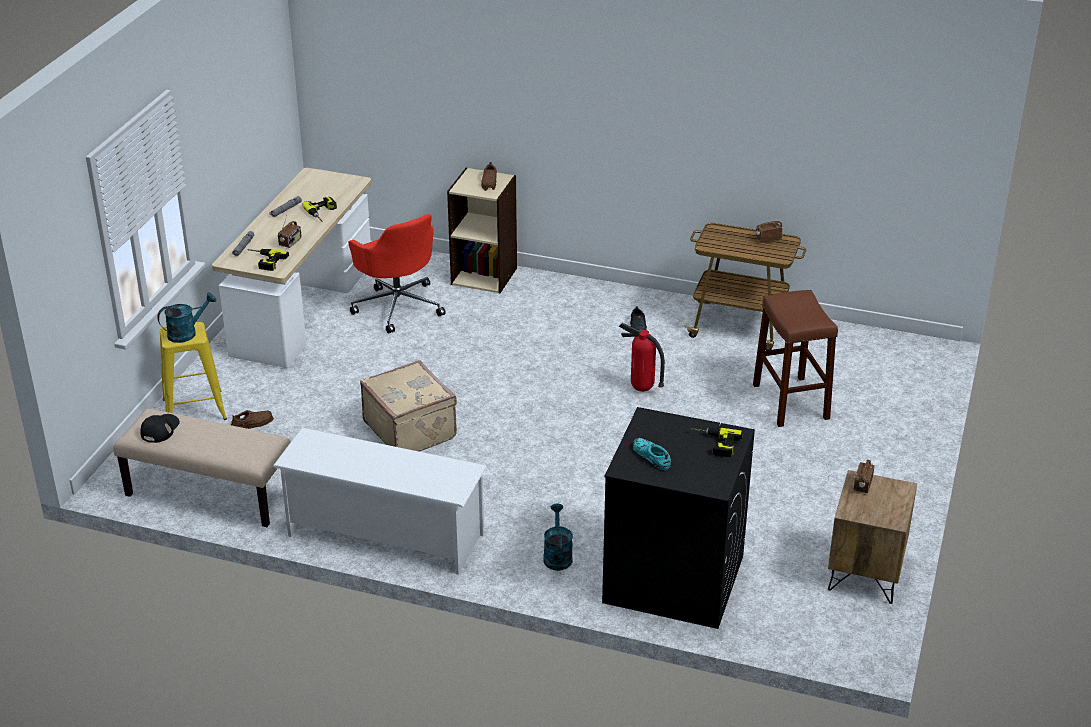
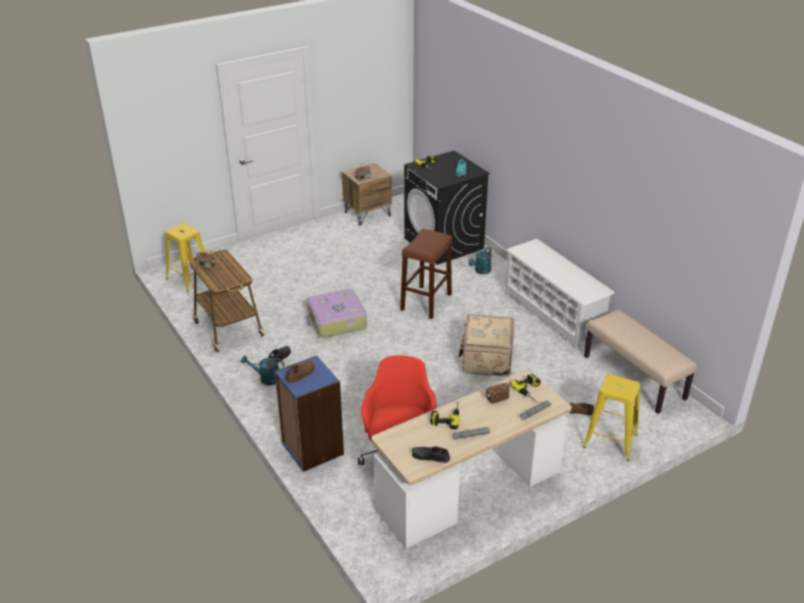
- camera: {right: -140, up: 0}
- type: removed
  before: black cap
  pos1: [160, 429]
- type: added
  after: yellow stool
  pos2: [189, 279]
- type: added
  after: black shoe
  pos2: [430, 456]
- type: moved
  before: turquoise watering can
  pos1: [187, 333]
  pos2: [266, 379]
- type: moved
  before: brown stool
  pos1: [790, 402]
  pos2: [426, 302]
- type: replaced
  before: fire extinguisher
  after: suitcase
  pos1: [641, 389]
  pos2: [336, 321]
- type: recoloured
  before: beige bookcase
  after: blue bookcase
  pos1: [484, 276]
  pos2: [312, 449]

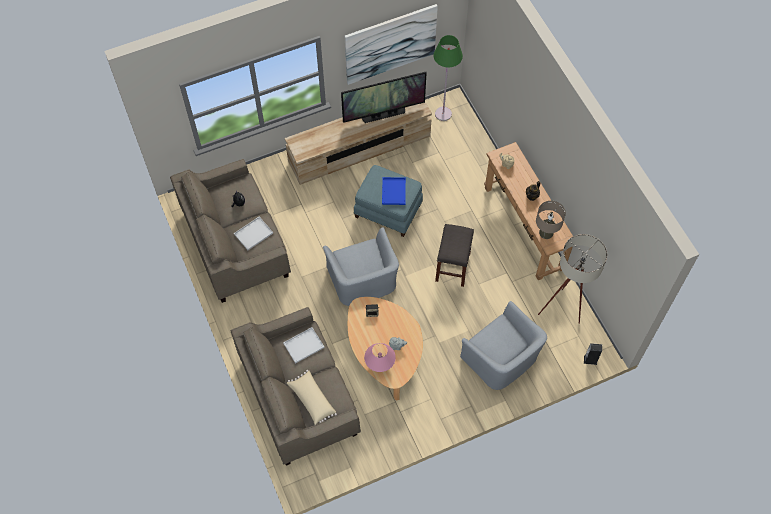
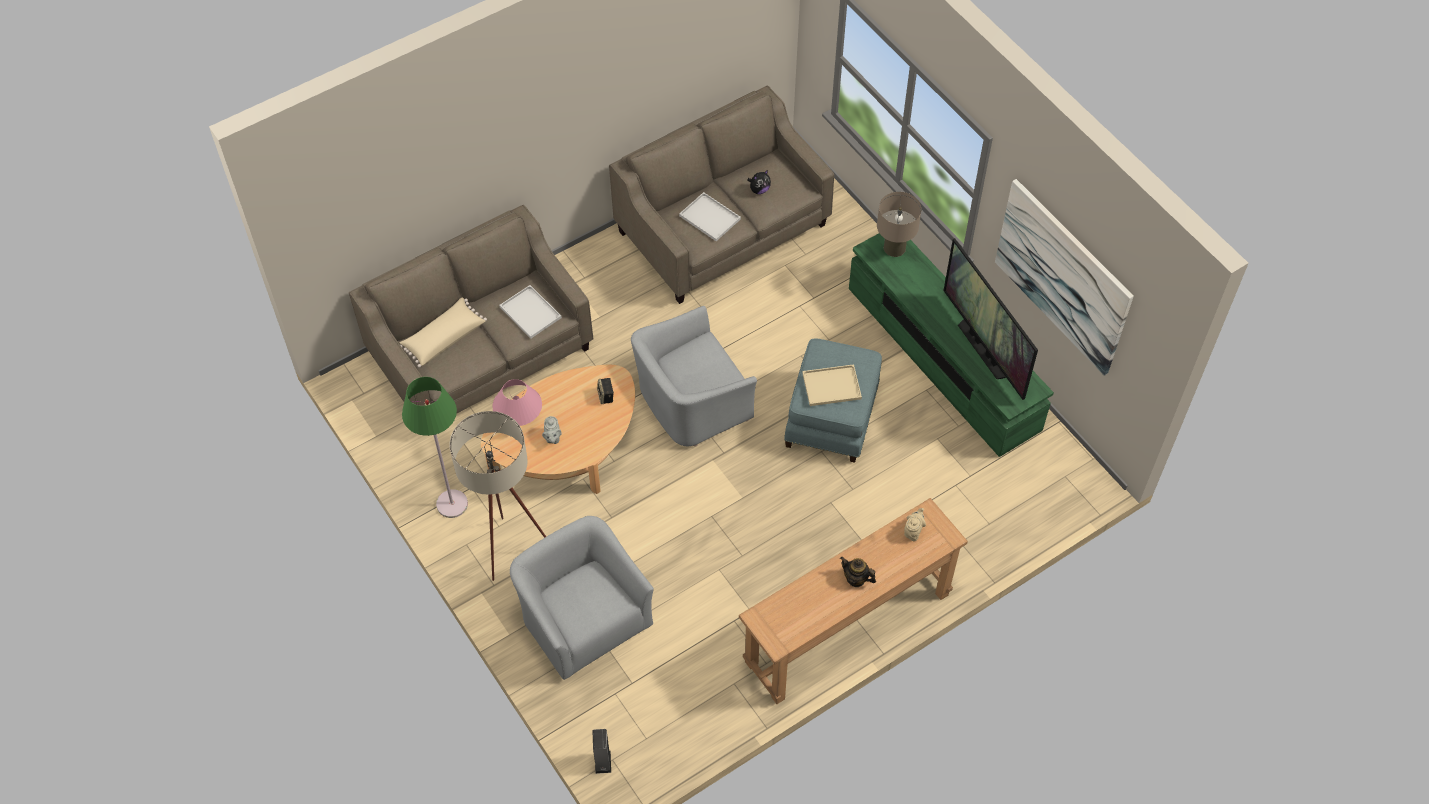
- camera: {right: 80, up: -5}
- type: removed
  before: grey stool
  pos1: [453, 268]
- type: moved
  before: green floor lamp
  pos1: [443, 114]
  pos2: [452, 504]
- type: moved
  before: beige table lamp
  pos1: [546, 232]
  pos2: [894, 248]
- type: moved
  before: beige floor lamp
  pos1: [563, 312]
  pos2: [511, 555]
- type: recoloured
  before: beige tv stand
  after: green tv stand
  pos1: [359, 149]
  pos2: [942, 358]
- type: recoloured
  before: blue tray
  after: beige tray
  pos1: [394, 192]
  pos2: [830, 386]
- type: turned
  before: grey armchair
  pos1: [501, 359]
  pos2: [583, 619]
  turn: 105

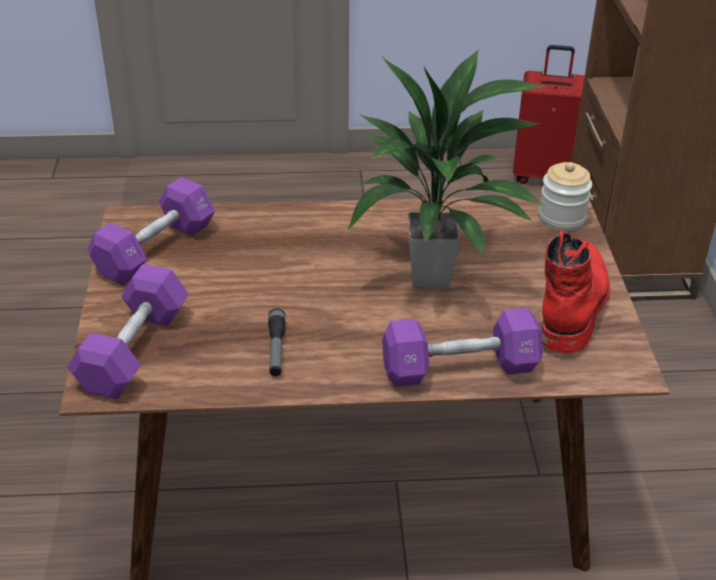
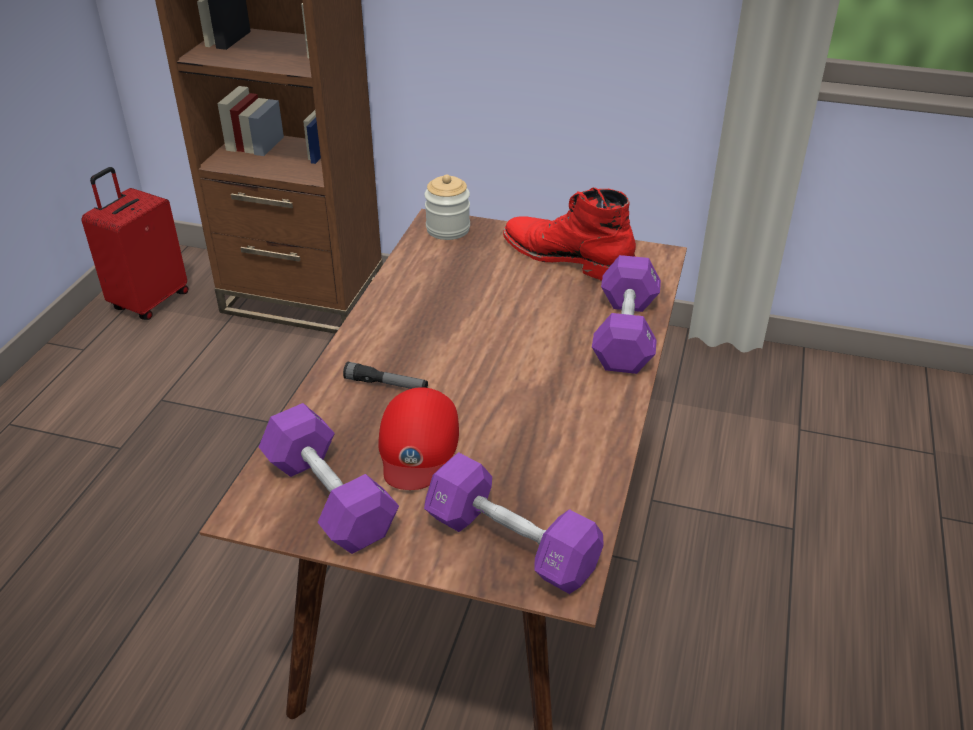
- camera: {right: -70, up: 0}
- type: removed
  before: potted plant
  pos1: [432, 278]
- type: added
  after: red cap
  pos2: [417, 445]
- type: moved
  before: flashlight
  pos1: [276, 349]
  pos2: [386, 384]

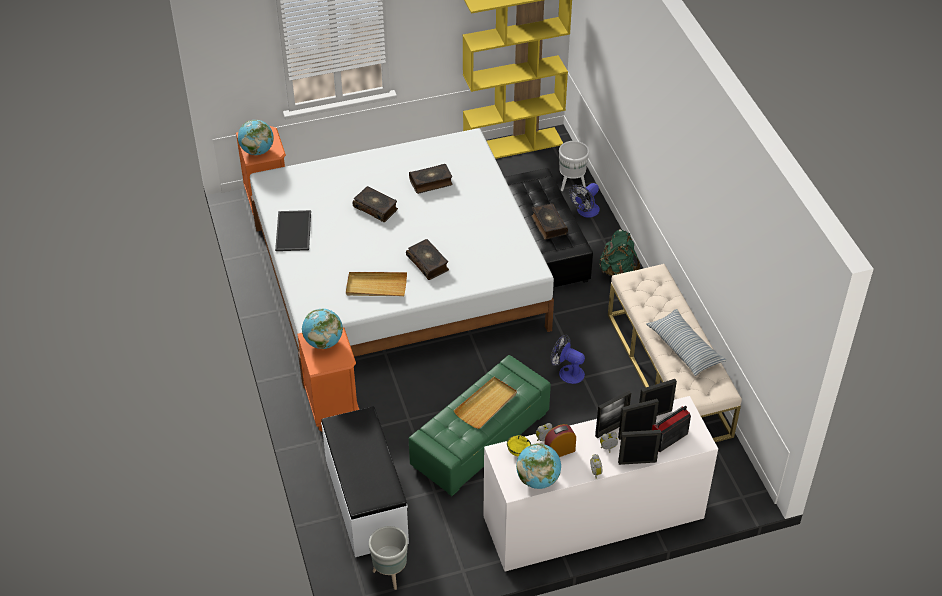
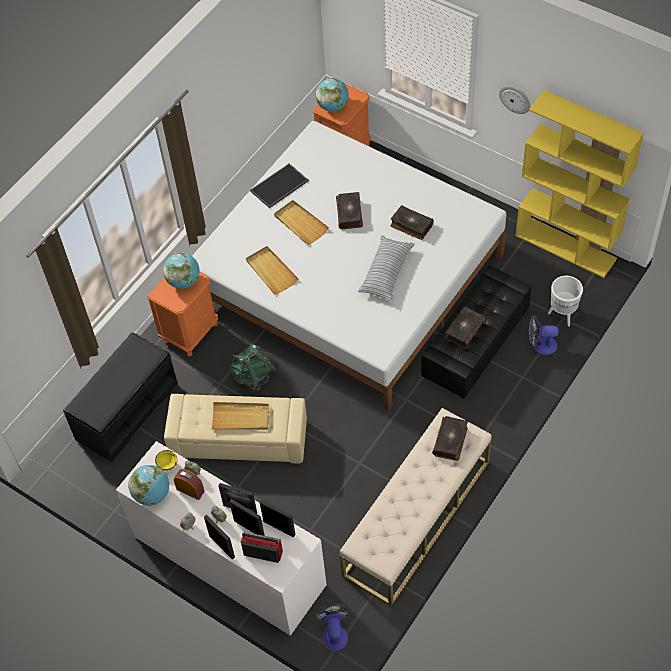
- camera: {right: 55, up: 10}
- type: removed
  before: grey planter
  pos1: [390, 575]
- type: added
  after: beige tray
  pos2: [300, 223]
- type: added
  after: wall clock
  pos2: [515, 99]
- type: moved
  before: book
  pos1: [428, 263]
  pos2: [450, 441]
- type: moved
  before: fan
  pos1: [567, 372]
  pos2: [334, 633]
- type: moved
  before: green backpack
  pos1: [618, 271]
  pos2: [253, 377]
- type: moved
  before: pillow
  pos1: [684, 348]
  pos2: [386, 272]
- type: recoloured
  before: white bench
  after: black bench
  pos1: [365, 501]
  pos2: [126, 411]
- type: recoloured
  before: green ottoman
  after: beige ottoman
  pos1: [480, 440]
  pos2: [239, 440]

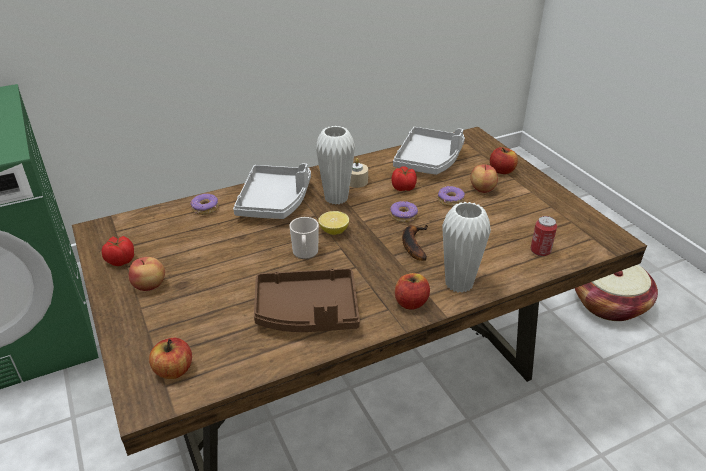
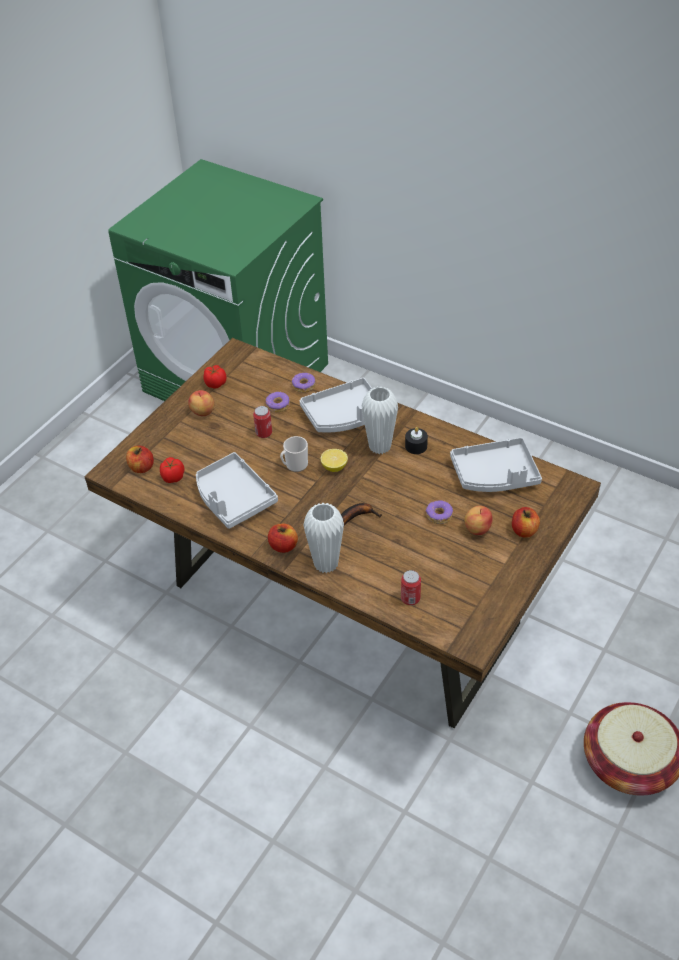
- camera: {right: 60, up: 10}
- type: added
  after: can
  pos2: [264, 433]
- type: moved
  before: donut
  pos1: [403, 216]
  pos2: [278, 405]
- type: moved
  before: tomato
  pos1: [404, 188]
  pos2: [172, 477]
- type: recoloured
  before: brown tray
  after: grey tray
  pos1: [307, 312]
  pos2: [233, 498]
- type: recoloured
  before: beige candle
  after: black candle
  pos1: [356, 181]
  pos2: [416, 446]

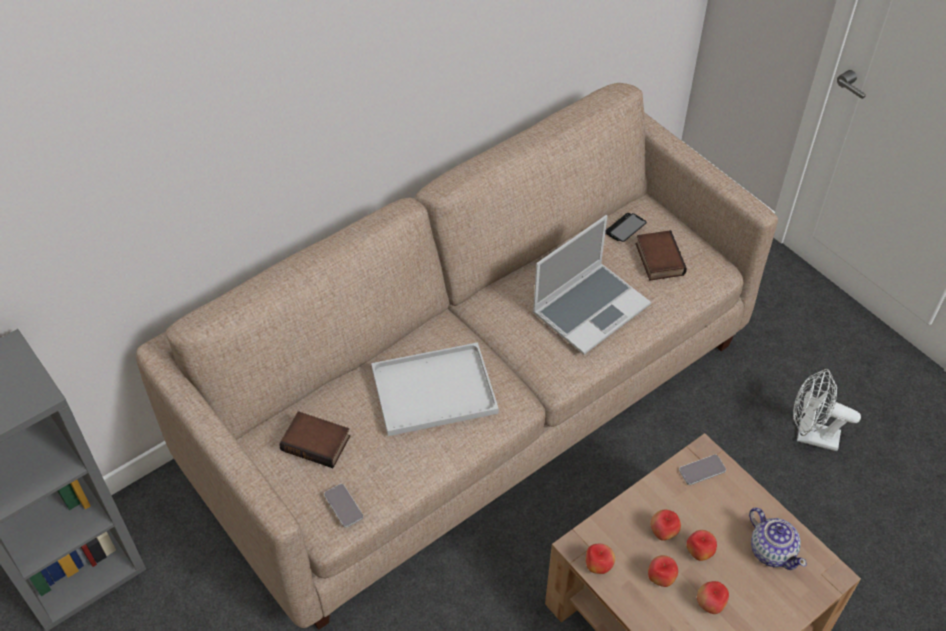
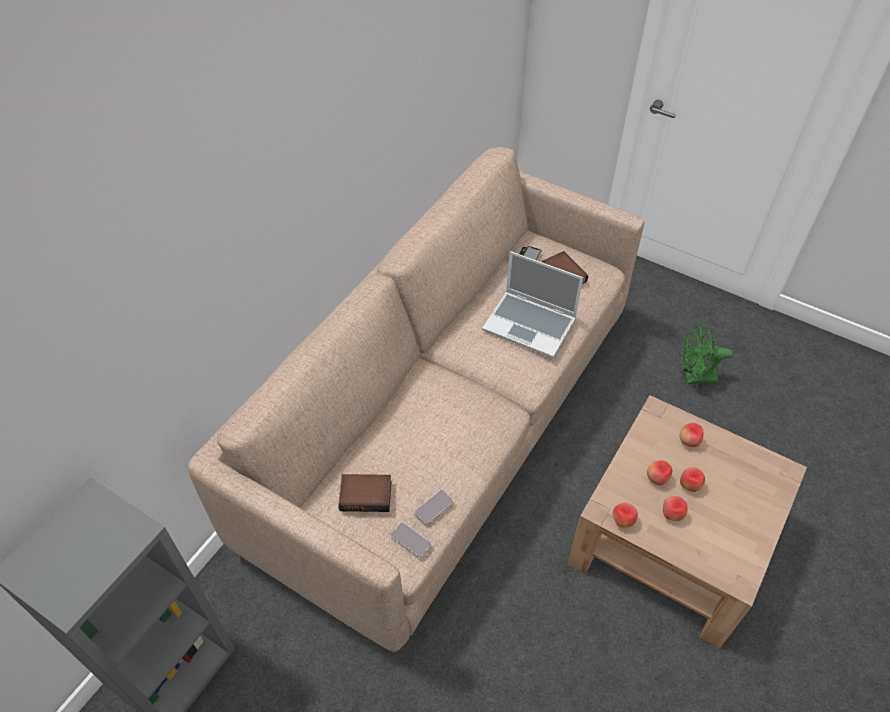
- camera: {right: -20, up: 0}
- type: removed
  before: white tray
  pos1: [436, 389]
- type: removed
  before: teapot
  pos1: [772, 550]
- type: moved
  before: phone
  pos1: [702, 470]
  pos2: [433, 507]
- type: moved
  before: apple
  pos1: [710, 605]
  pos2: [688, 442]
- type: recoloured
  before: white fan
  after: green fan
  pos1: [810, 436]
  pos2: [694, 377]
- type: turned
  before: laptop
  pos1: [590, 308]
  pos2: [530, 325]
  turn: 90

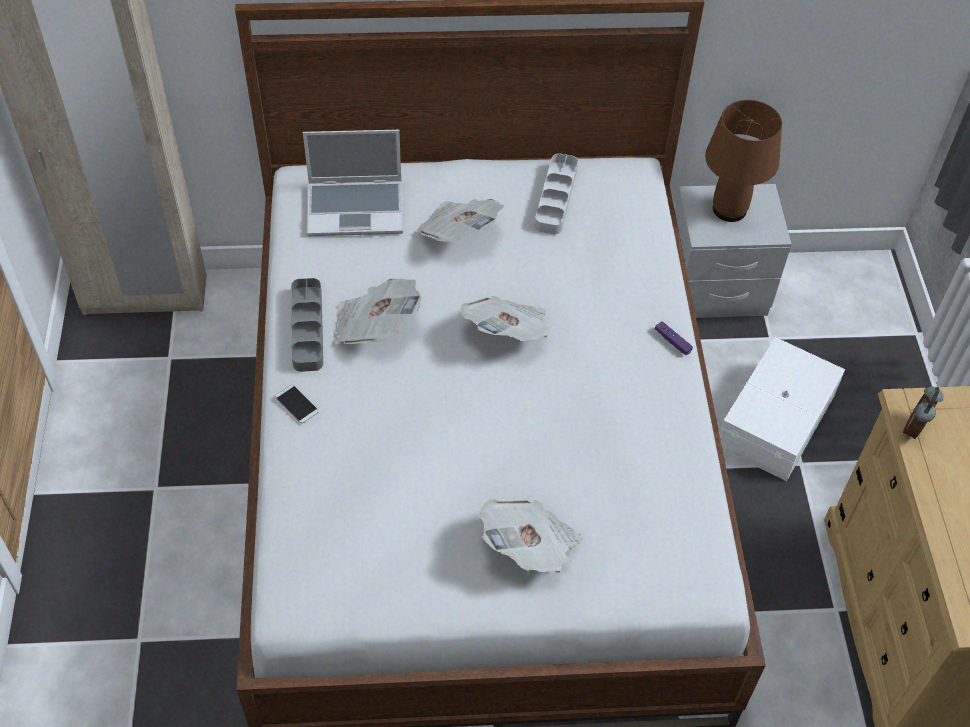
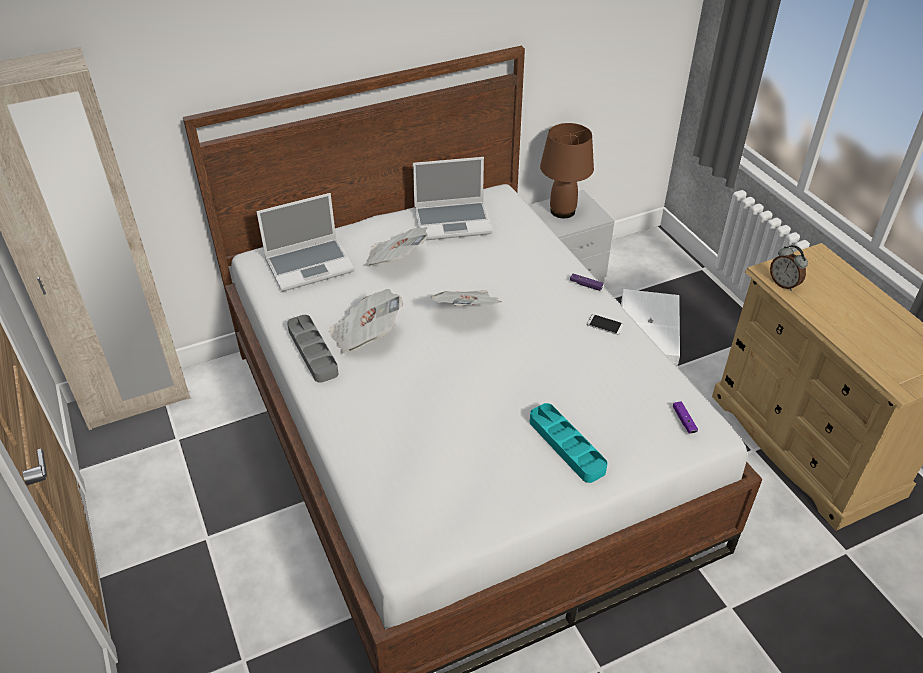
- camera: {right: -20, up: -10}
- type: added
  after: purple game controller
  pos2: [684, 421]
- type: moved
  before: phone
  pos1: [296, 404]
  pos2: [605, 325]
- type: replaced
  before: newspaper
  after: turquoise tray
  pos1: [530, 547]
  pos2: [566, 445]
- type: replaced
  before: grey tray
  after: laptop
  pos1: [556, 197]
  pos2: [453, 221]
- type: turned
  before: alarm clock
  pos1: [915, 429]
  pos2: [784, 284]
  turn: -45

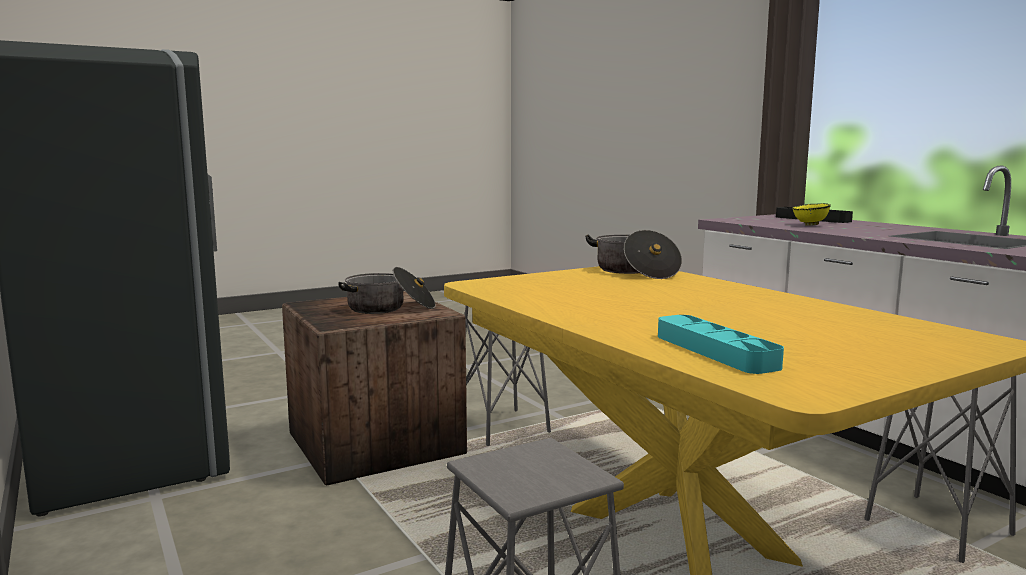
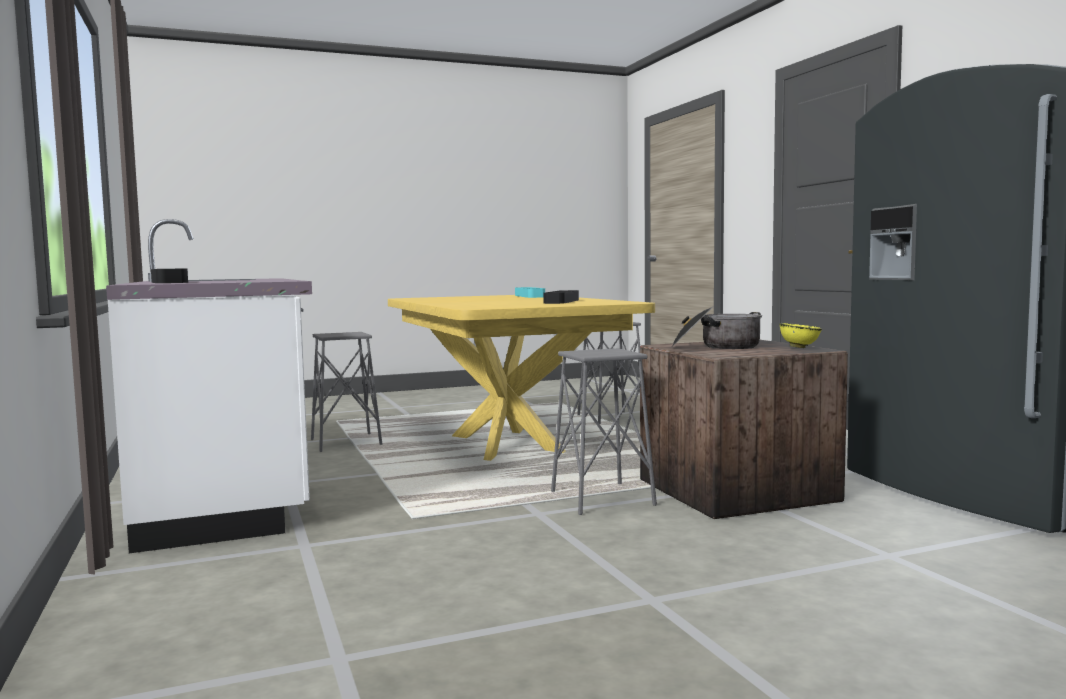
- camera: {right: -170, up: -5}
- type: removed
  before: cooking pot
  pos1: [634, 271]
- type: added
  after: black tray
  pos2: [561, 301]
- type: moved
  before: yellow bowl
  pos1: [810, 225]
  pos2: [799, 347]

